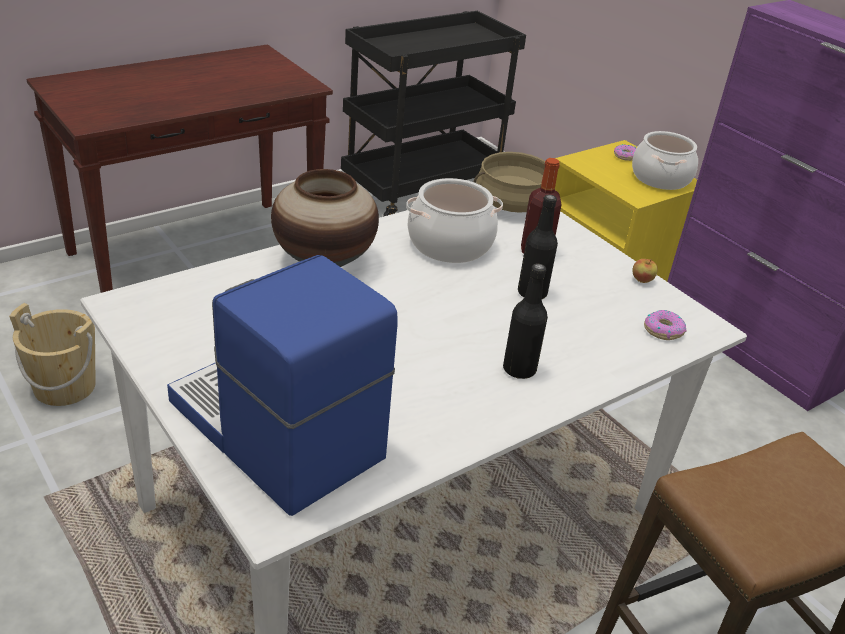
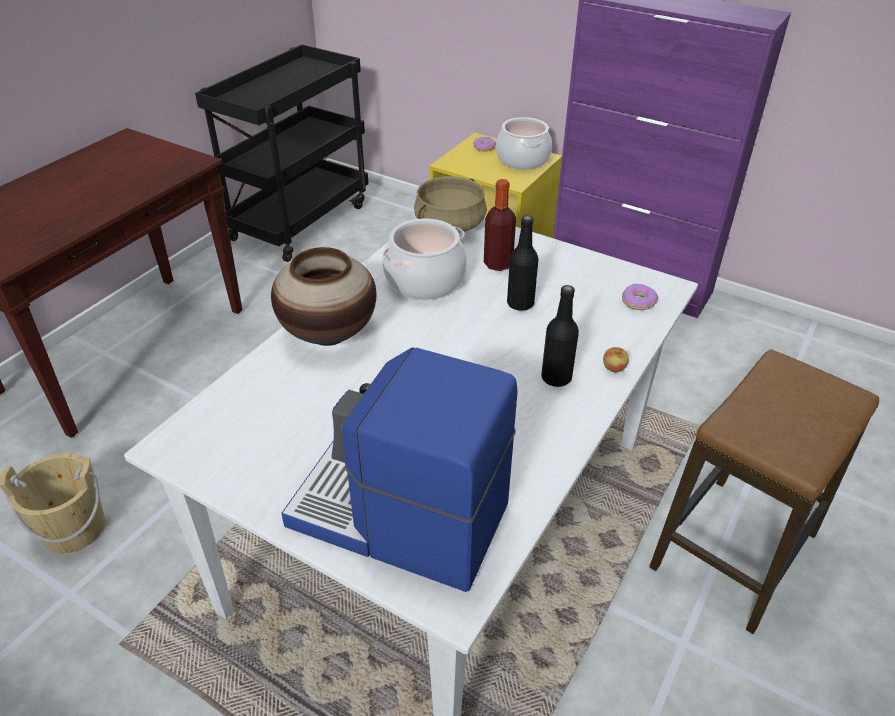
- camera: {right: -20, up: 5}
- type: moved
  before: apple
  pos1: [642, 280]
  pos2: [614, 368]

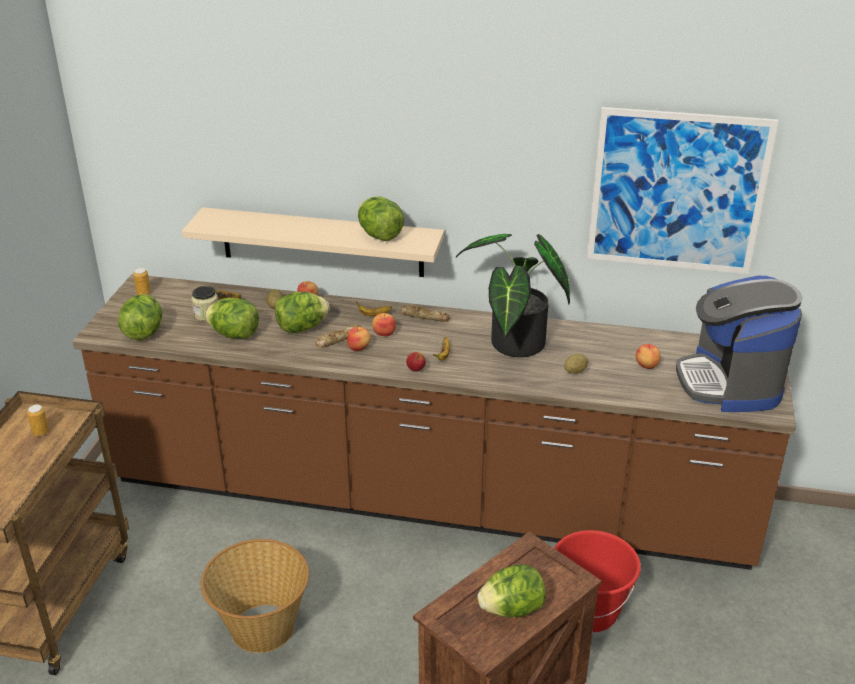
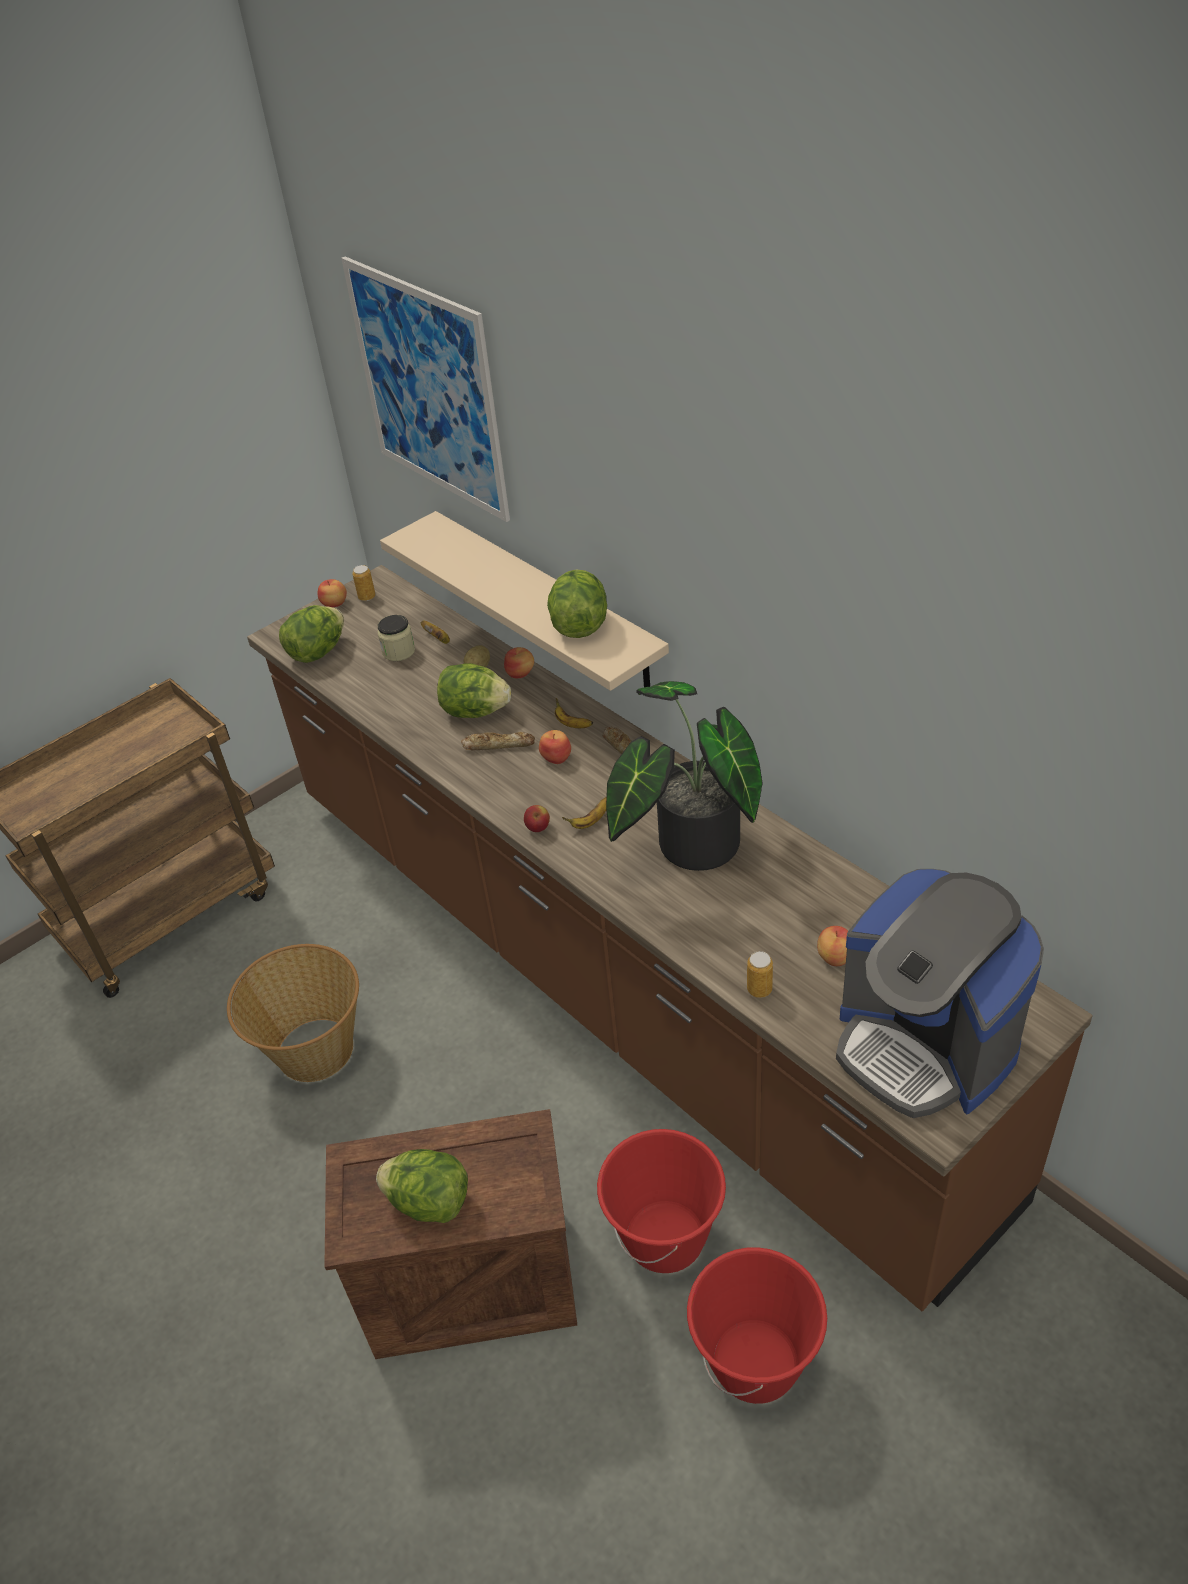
- camera: {right: 40, up: 10}
- type: removed
  before: lettuce
  pos1: [234, 335]
- type: removed
  before: potato
  pos1: [575, 371]
- type: added
  after: red bucket
  pos2: [756, 1362]
- type: moved
  before: can
  pos1: [41, 432]
  pos2: [759, 989]
- type: moved
  before: apple
  pos1: [359, 347]
  pos2: [334, 604]
- type: moved
  before: picture
  pos1: [677, 192]
  pos2: [428, 389]
- type: turned
  before: coffee machine
  pos1: [730, 383]
  pos2: [925, 1044]
  turn: -75

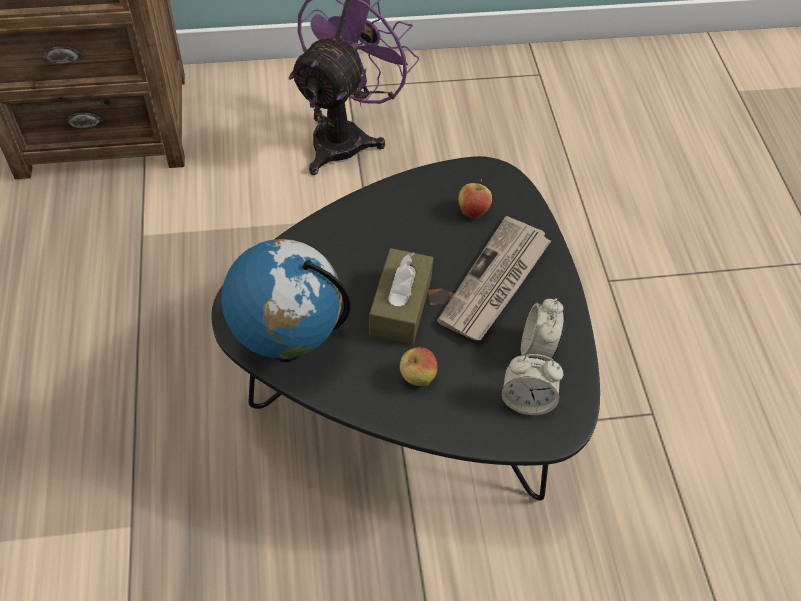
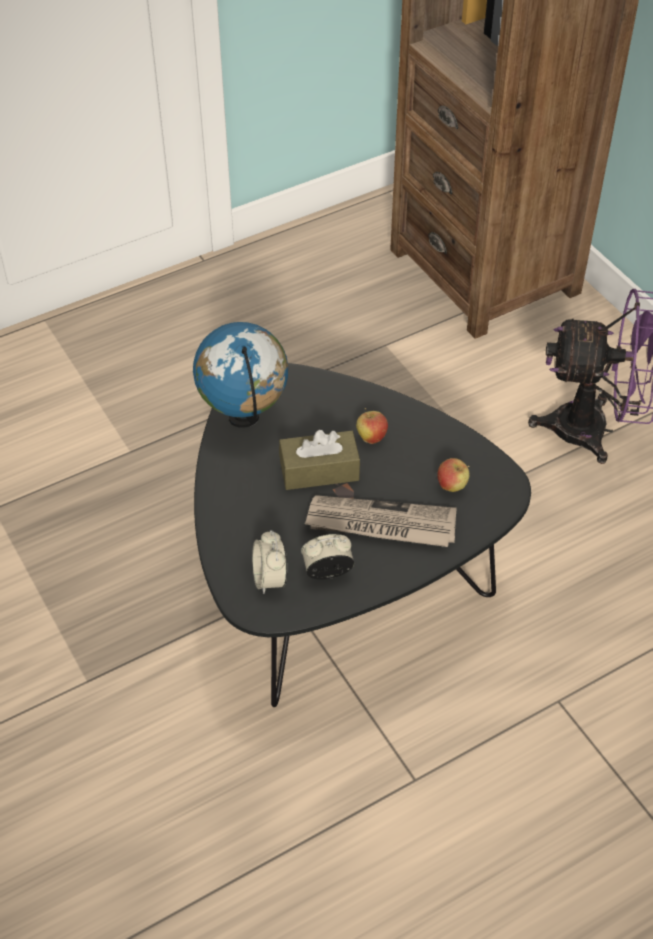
- camera: {right: 70, up: -5}
- type: moved
  before: apple
  pos1: [417, 378]
  pos2: [371, 437]

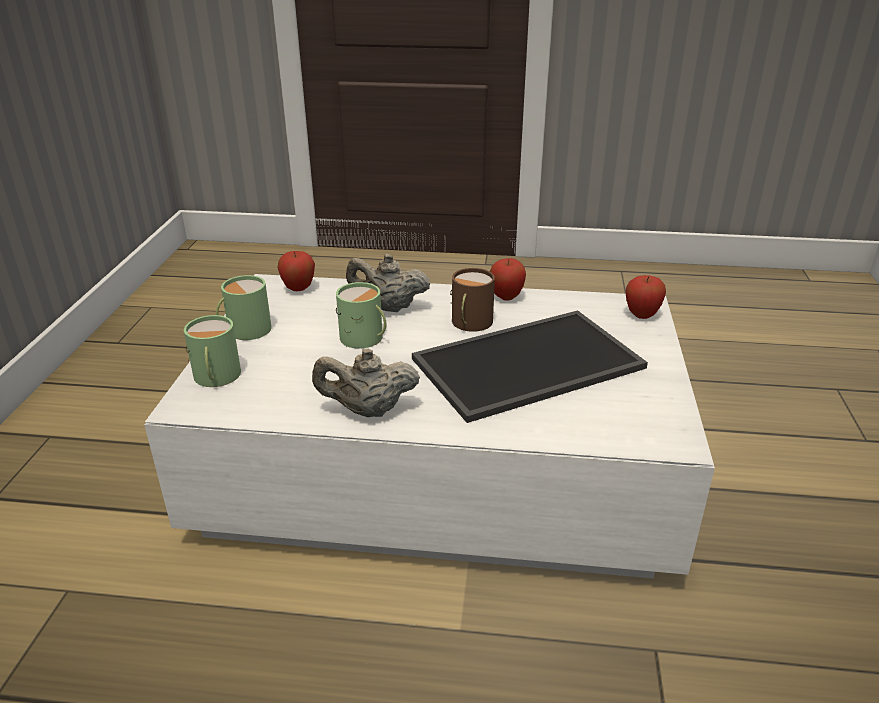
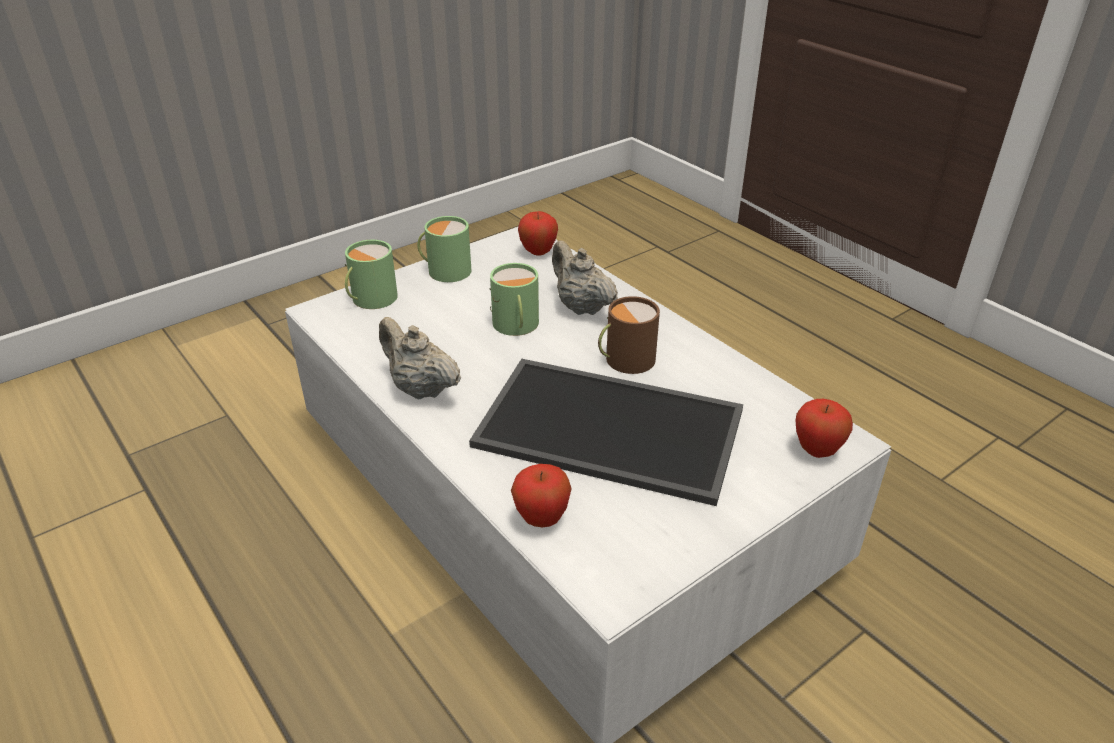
- camera: {right: 45, up: 5}
- type: moved
  before: apple
  pos1: [506, 297]
  pos2: [541, 519]

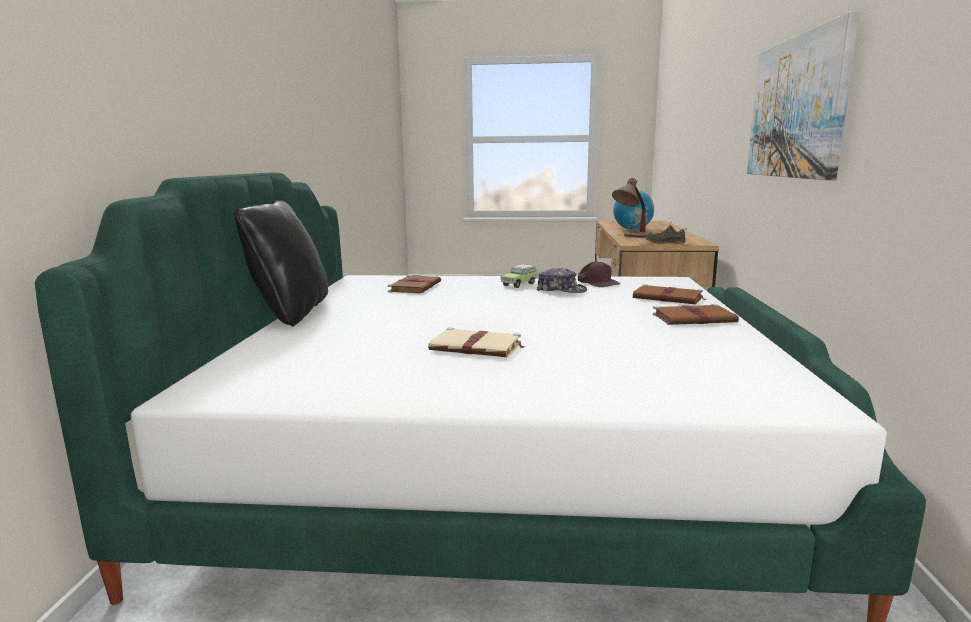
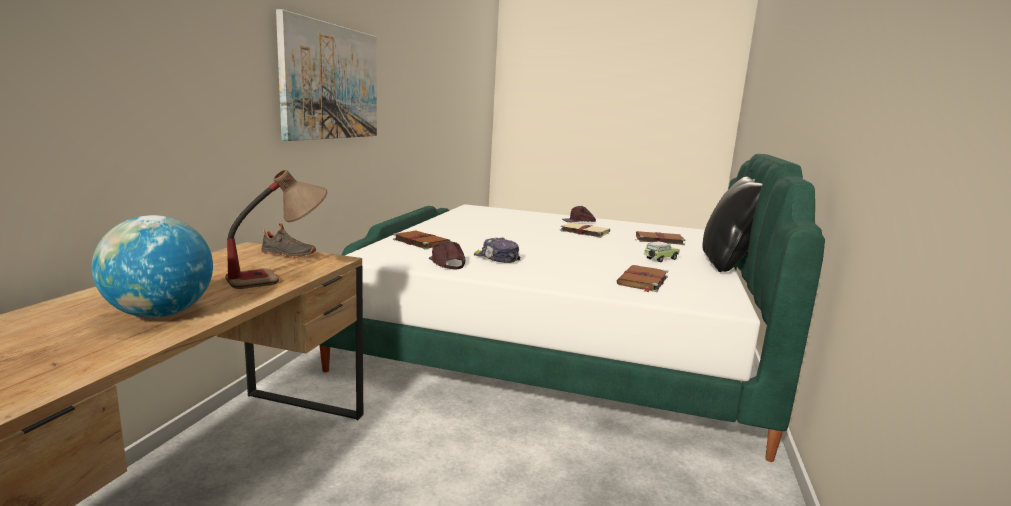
- camera: {right: -170, up: 0}
- type: added
  after: brown cap
  pos2: [578, 221]
- type: moved
  before: toy car
  pos1: [520, 284]
  pos2: [660, 259]
- type: moved
  before: brown book
  pos1: [695, 318]
  pos2: [658, 240]

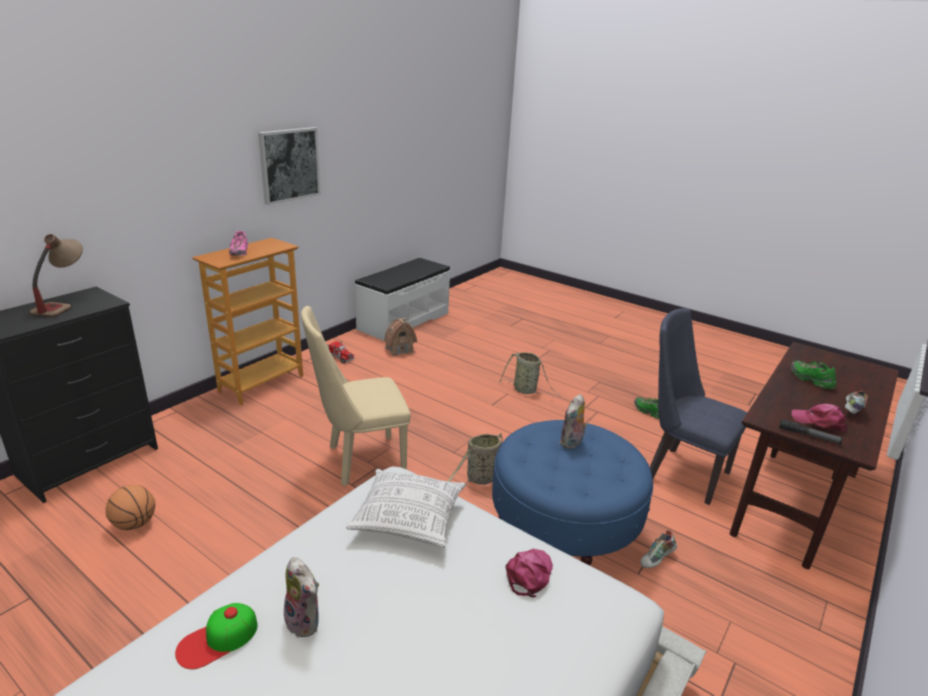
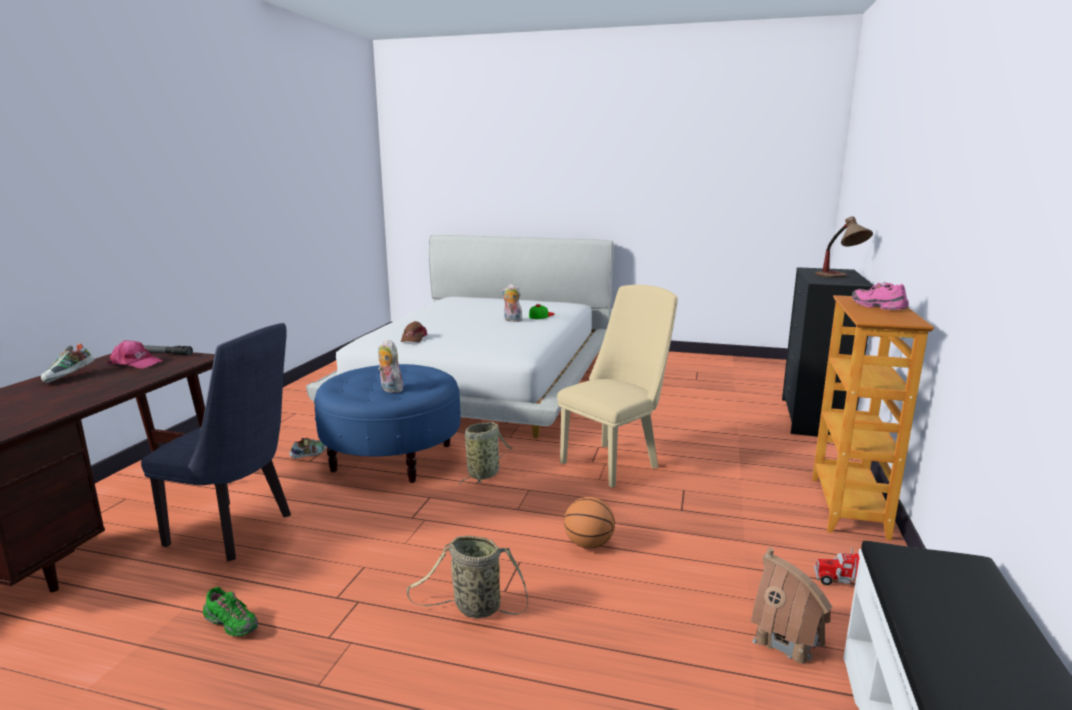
- camera: {right: 160, up: -10}
- type: removed
  before: picture
  pos1: [289, 165]
- type: removed
  before: pillow
  pos1: [407, 519]
- type: removed
  before: green shoe
  pos1: [811, 380]
- type: moved
  before: basketball
  pos1: [134, 524]
  pos2: [588, 544]
- type: recoloured
  before: pink cap
  after: brown cap
  pos1: [529, 574]
  pos2: [413, 338]
- type: turned
  before: plush toy
  pos1: [572, 443]
  pos2: [389, 389]
  turn: -60

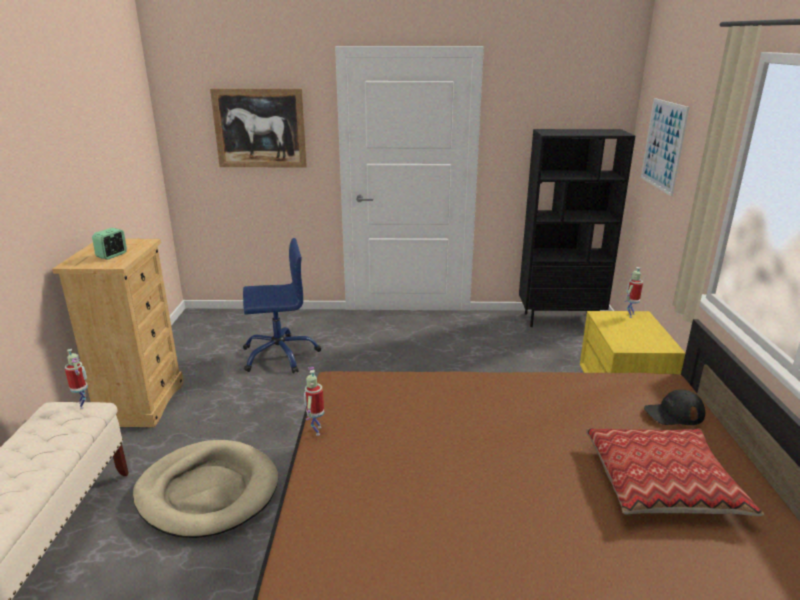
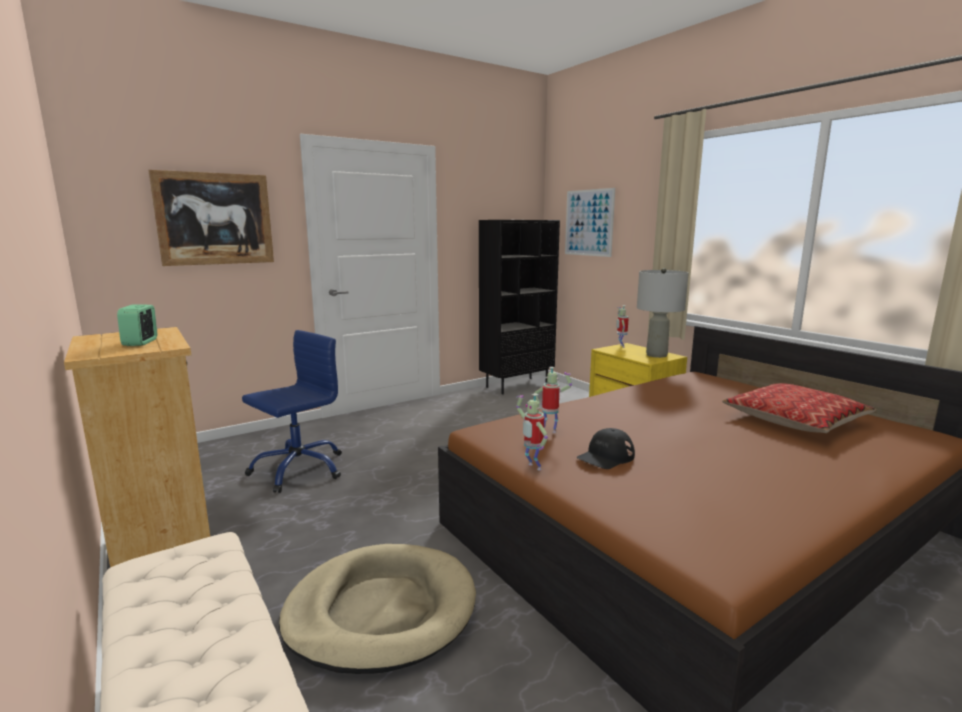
- camera: {right: -35, up: -10}
- type: added
  after: grey table lamp
  pos2: [656, 355]
- type: moved
  before: toy robot
  pos1: [83, 405]
  pos2: [550, 430]
- type: moved
  before: black cap
  pos1: [674, 413]
  pos2: [606, 456]

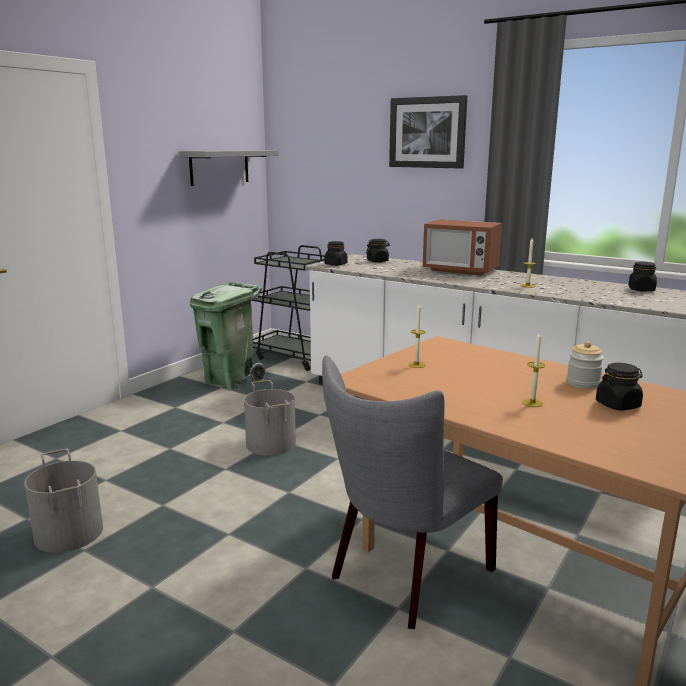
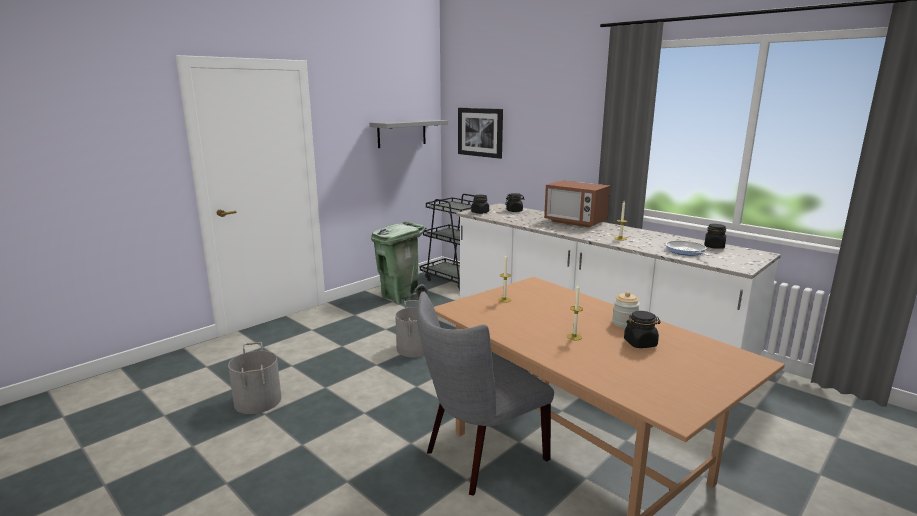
- camera: {right: 10, up: 0}
- type: added
  after: frying pan
  pos2: [686, 251]
- type: moved
  before: picture
  pos1: [427, 132]
  pos2: [480, 132]

